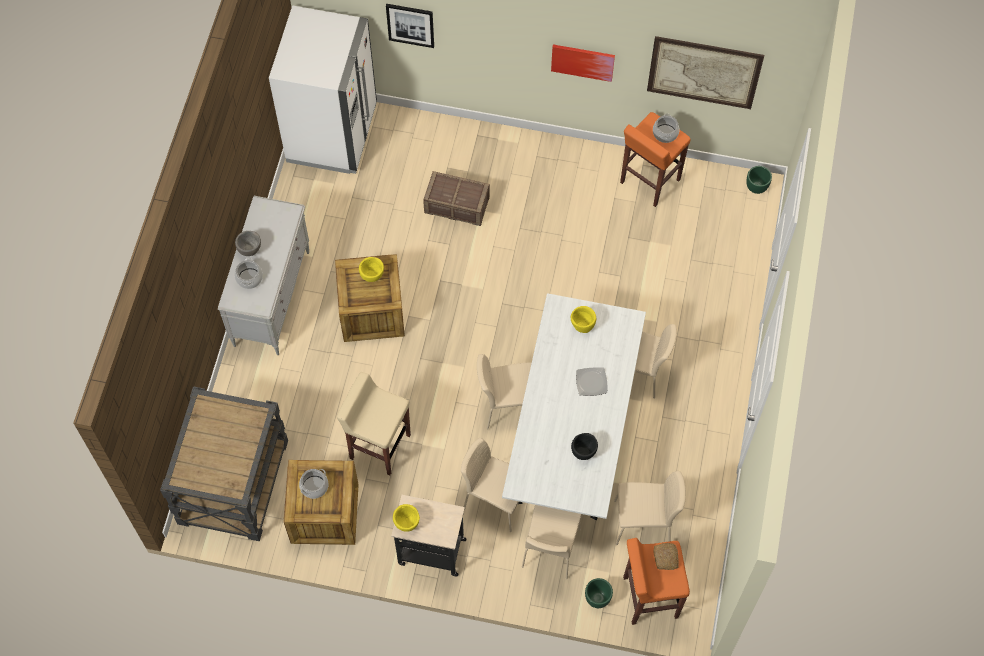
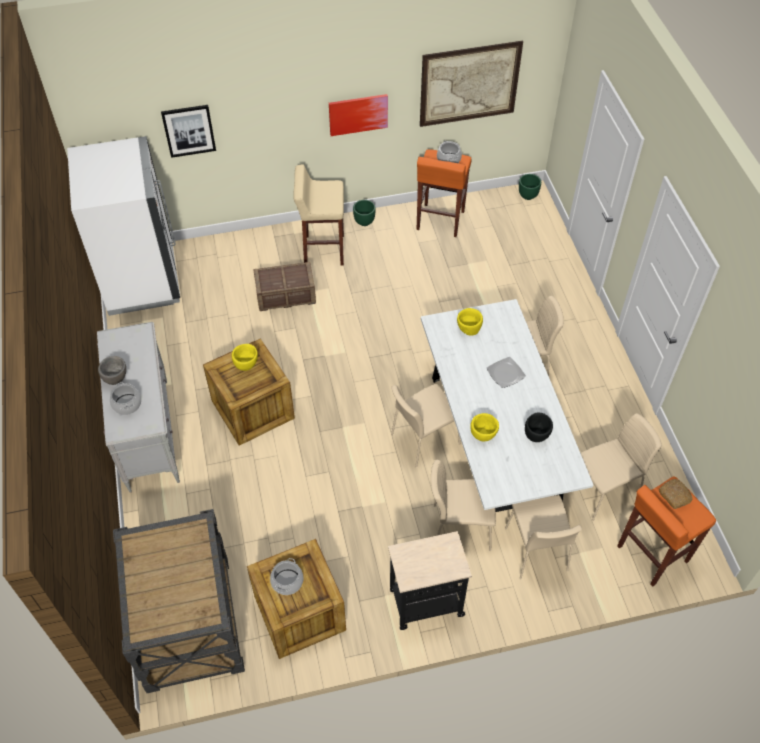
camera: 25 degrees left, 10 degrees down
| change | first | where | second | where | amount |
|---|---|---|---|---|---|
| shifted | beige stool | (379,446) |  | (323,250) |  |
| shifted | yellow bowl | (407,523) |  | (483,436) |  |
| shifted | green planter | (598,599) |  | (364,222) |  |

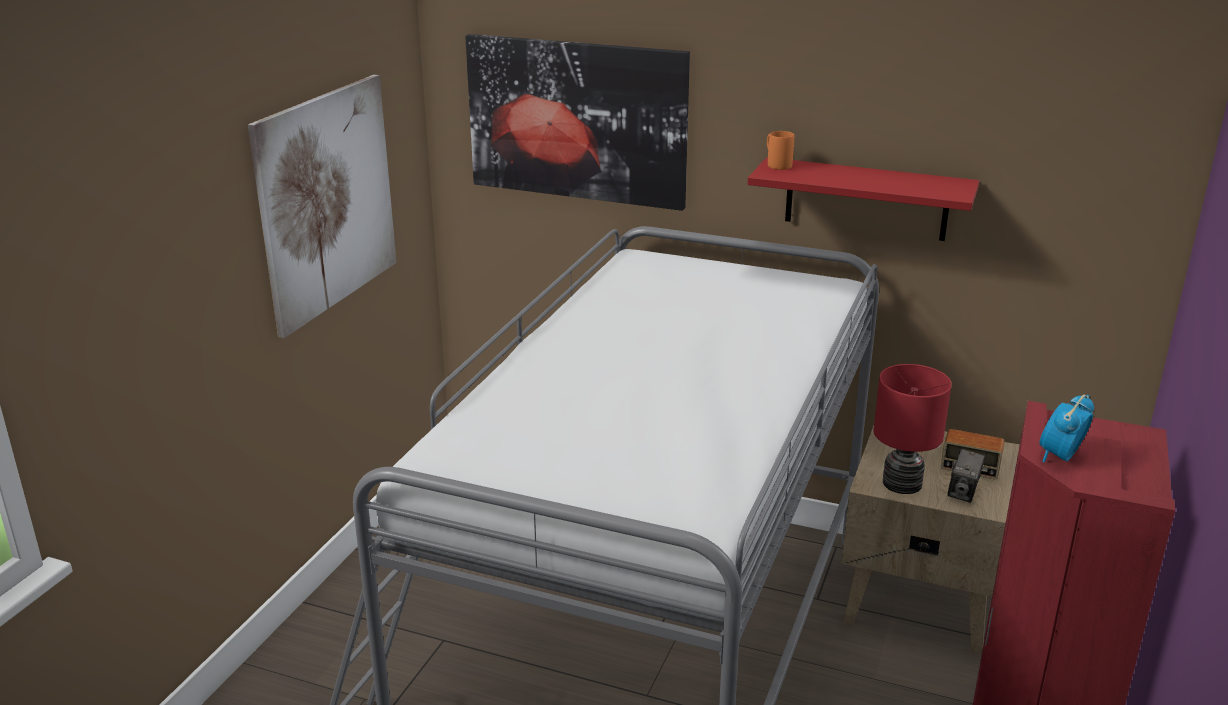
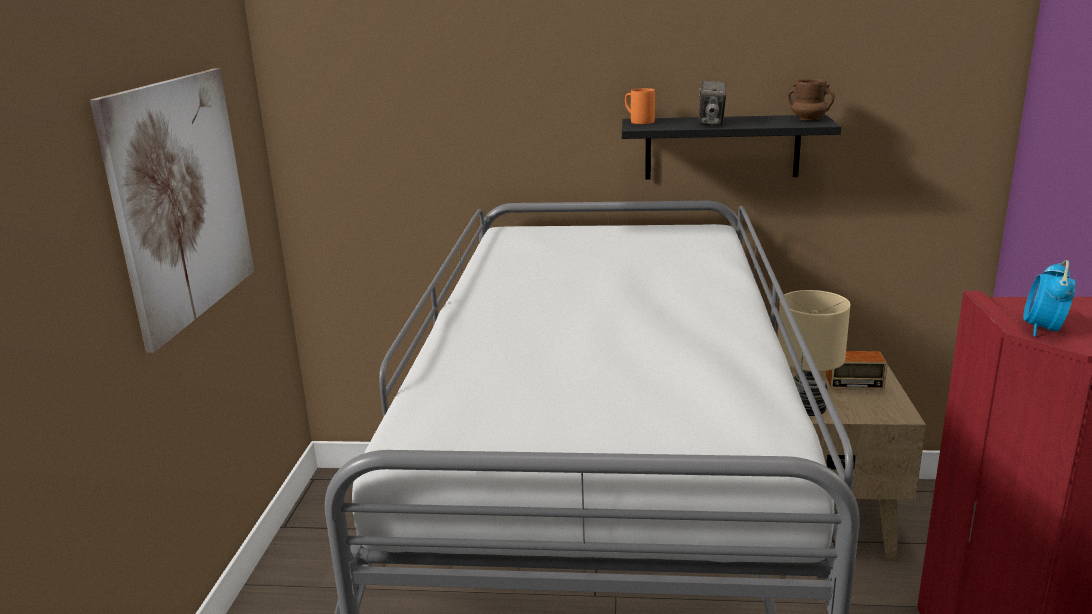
camera: 15 degrees left, 5 degrees down
| change | first | where | second | where | amount |
|---|---|---|---|---|---|
| gone | picture | (577,120) |  |  |  |
| repainted | red shelf | (866,199) | black shelf | (722,147) |  |
| repainted | red table lamp | (902,484) | beige table lamp | (806,407) |  |
| shifted | photo camera | (963,493) |  | (711,123) |  |
| new |  |  | brown mug | (809,119) |  |

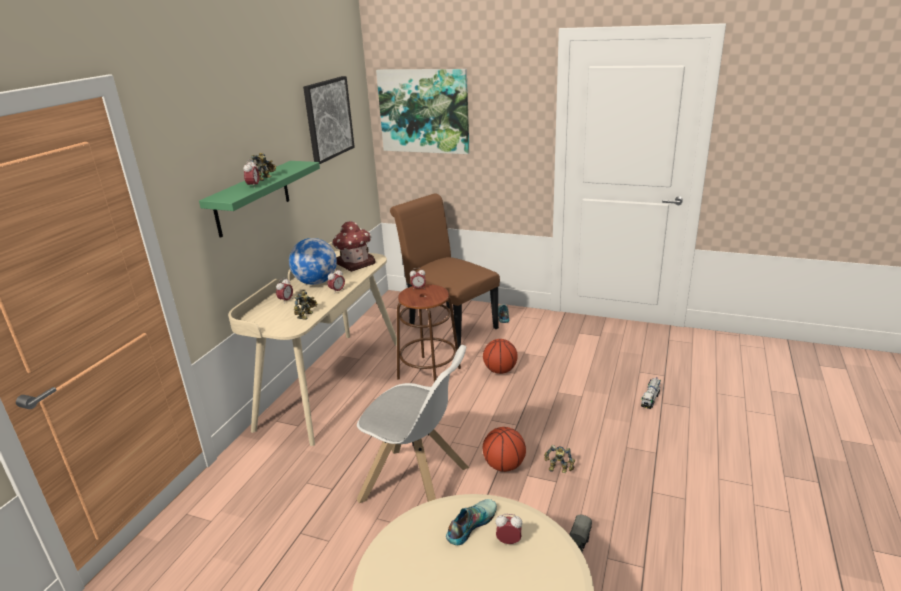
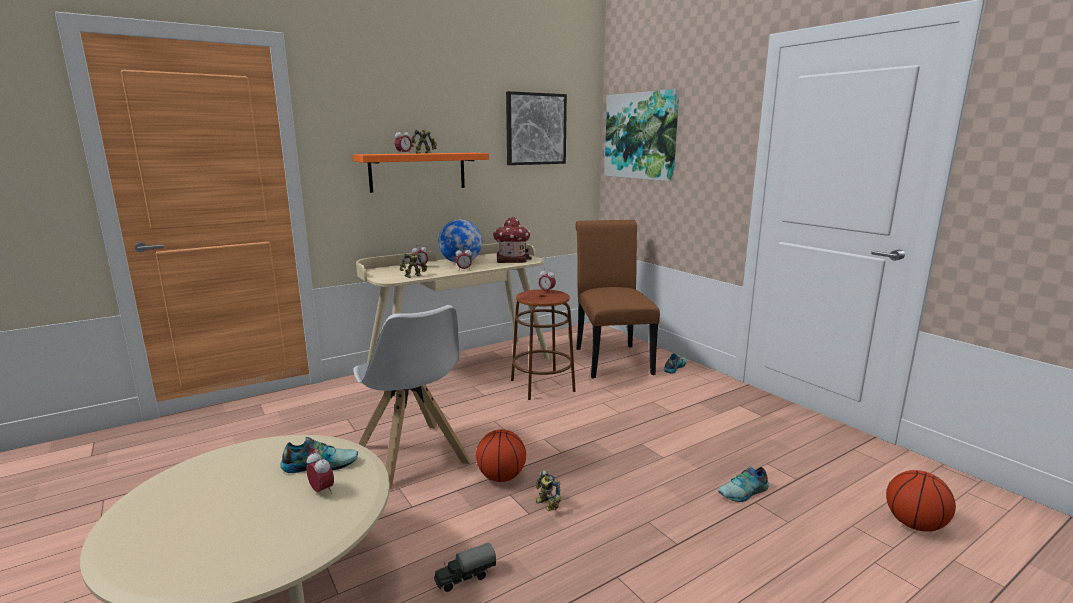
camera: 35 degrees right, 10 degrees down
| change | first | where | second | where | amount |
|---|---|---|---|---|---|
| repainted | green shelf | (252,198) | orange shelf | (418,171) |  |
| shifted | basketball | (500,370) |  | (914,524) |  |
| swapped | toy truck | (650,399) | shoe | (744,492) |  |

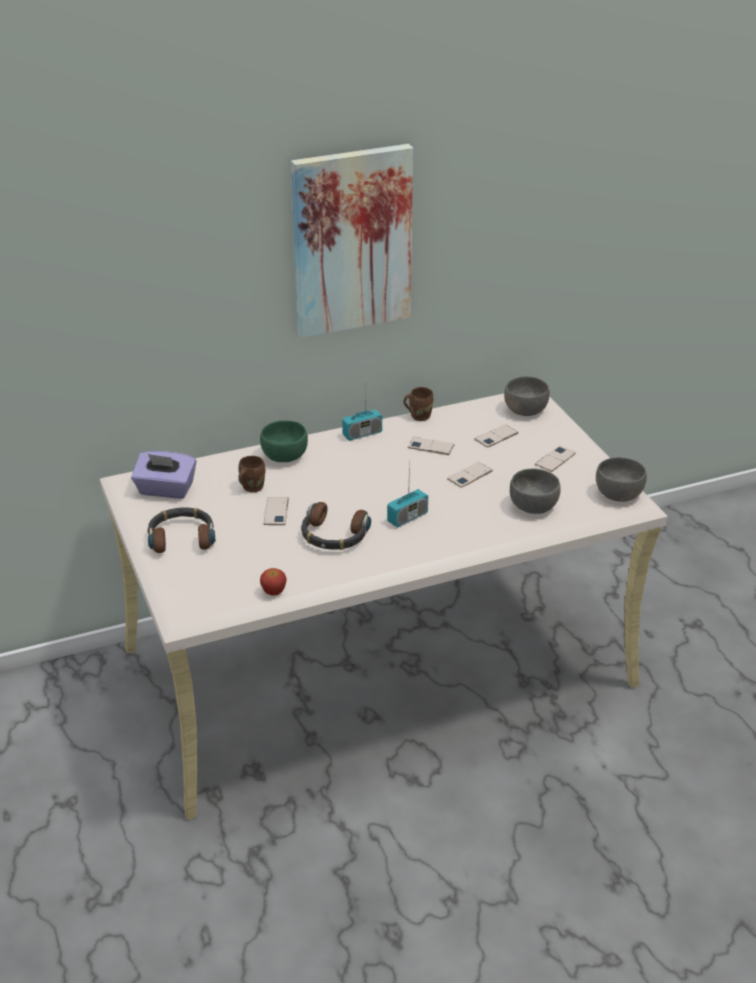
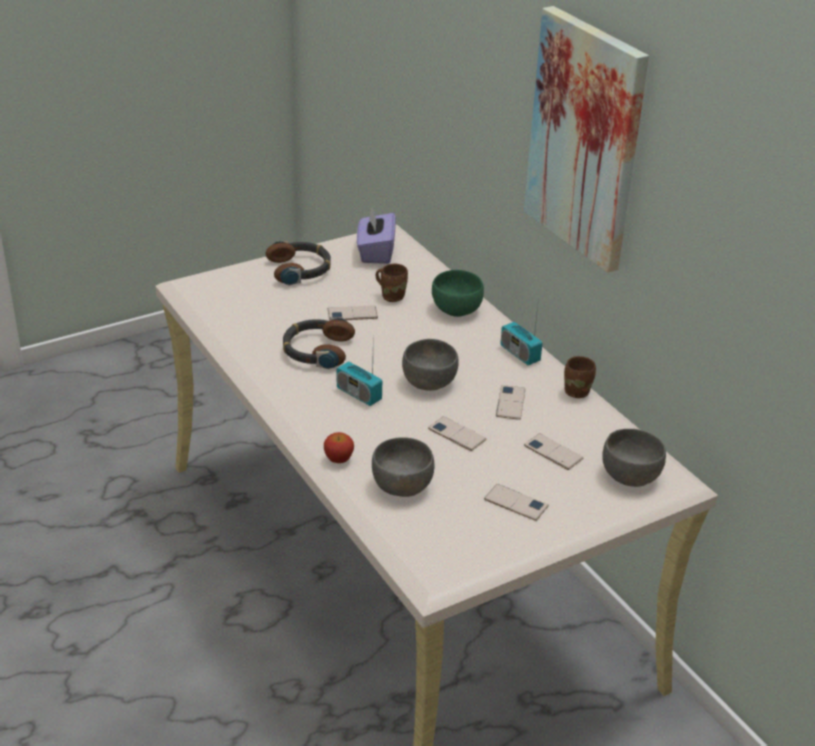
camera: 80 degrees right, 0 degrees up
| change | first | where | second | where | amount |
|---|---|---|---|---|---|
| shifted | grey bowl | (618,494) |  | (429,381) |  |
| shifted | apple | (273,592) |  | (338,459) |  |

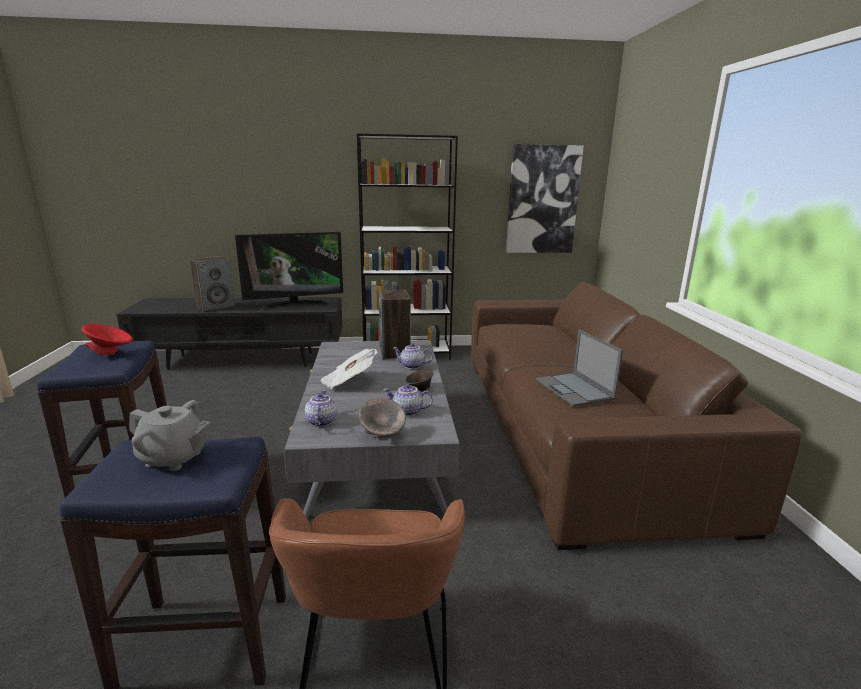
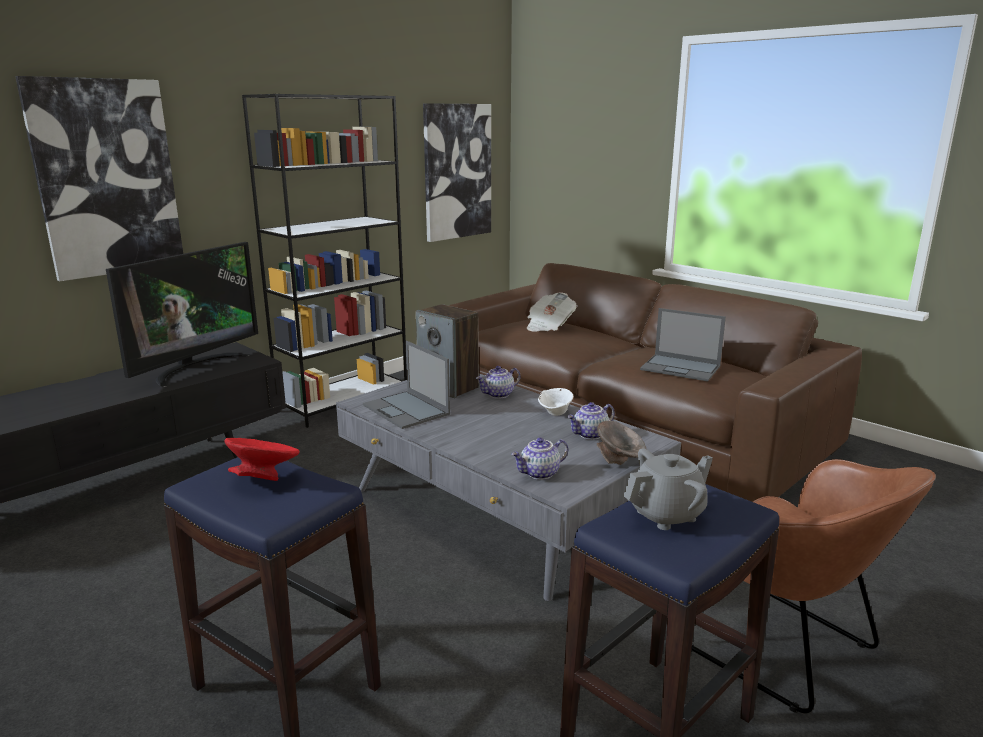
camera: 40 degrees left, 0 degrees up
| change | first | where | second | where | amount |
|---|---|---|---|---|---|
| gone | speaker | (216,306) |  |  |  |
| shifted | newspaper | (348,382) |  | (548,326) |  |
| repainted | brown bowl | (419,389) | white bowl | (555,413) |  |
| rotated | teapot | (320,421) |  | (540,474) | 75 degrees counterclockwise |
| new |  |  | picture | (106,178) |  |
| new |  |  | laptop | (407,410) |  |

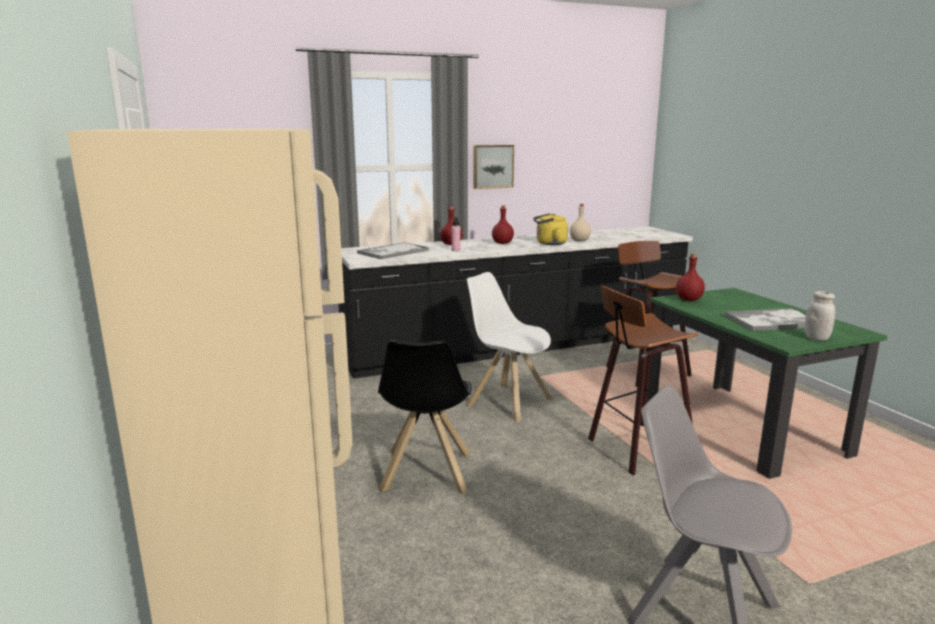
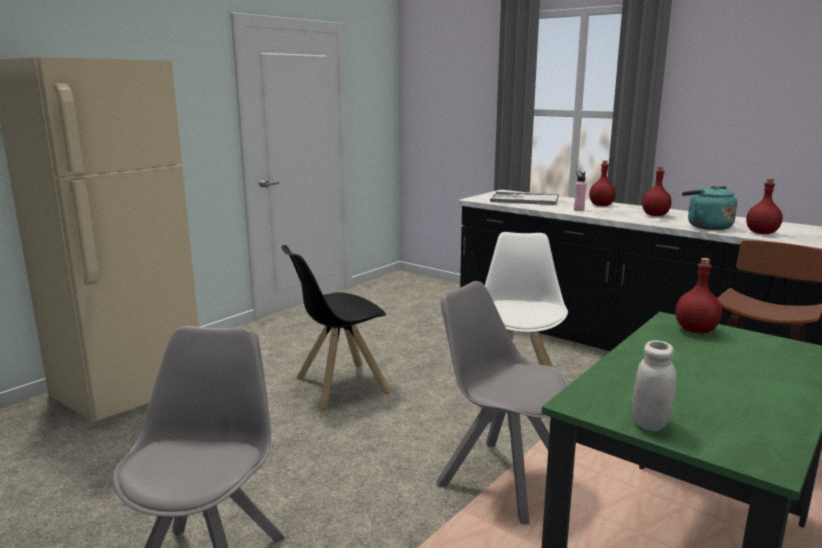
camera: 60 degrees right, 0 degrees up
| change | first | where | second | where | amount |
|---|---|---|---|---|---|
| gone | picture | (492,166) |  |  |  |
| repainted | beige bottle | (579,241) | red bottle | (761,233) |  |
| repainted | yellow kettle | (549,243) | turquoise kettle | (706,226) |  |
| swapped | stool | (636,450) | grey chair | (501,478) |  |
| gone | tray | (774,321) |  |  |  |

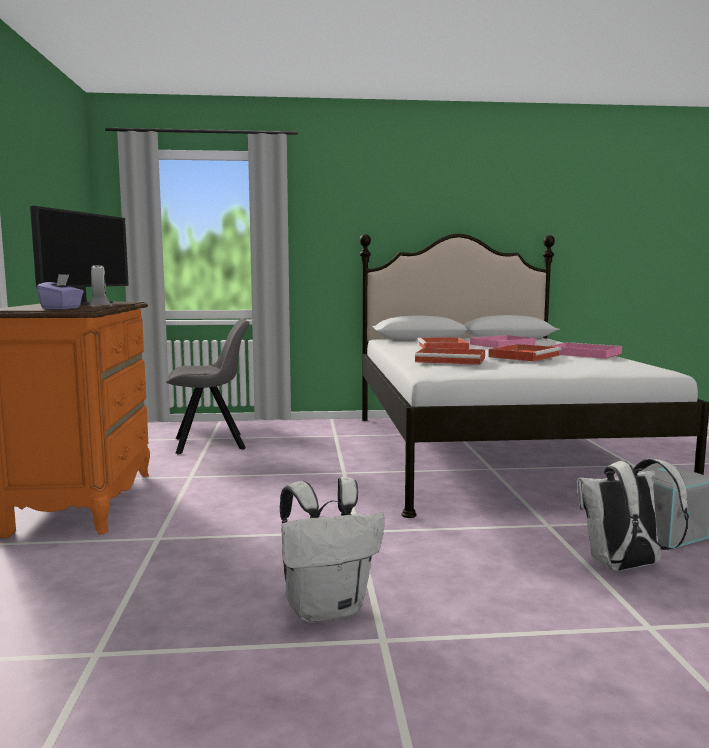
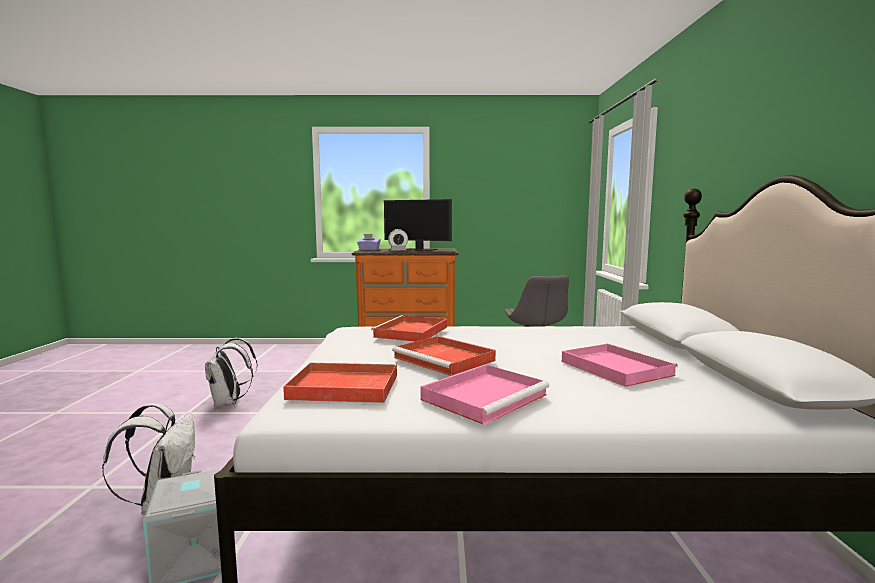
camera: 95 degrees right, 0 degrees up
| change | first | where | second | where | amount |
|---|---|---|---|---|---|
| shifted | red tray | (443,347) |  | (342,387) |  |

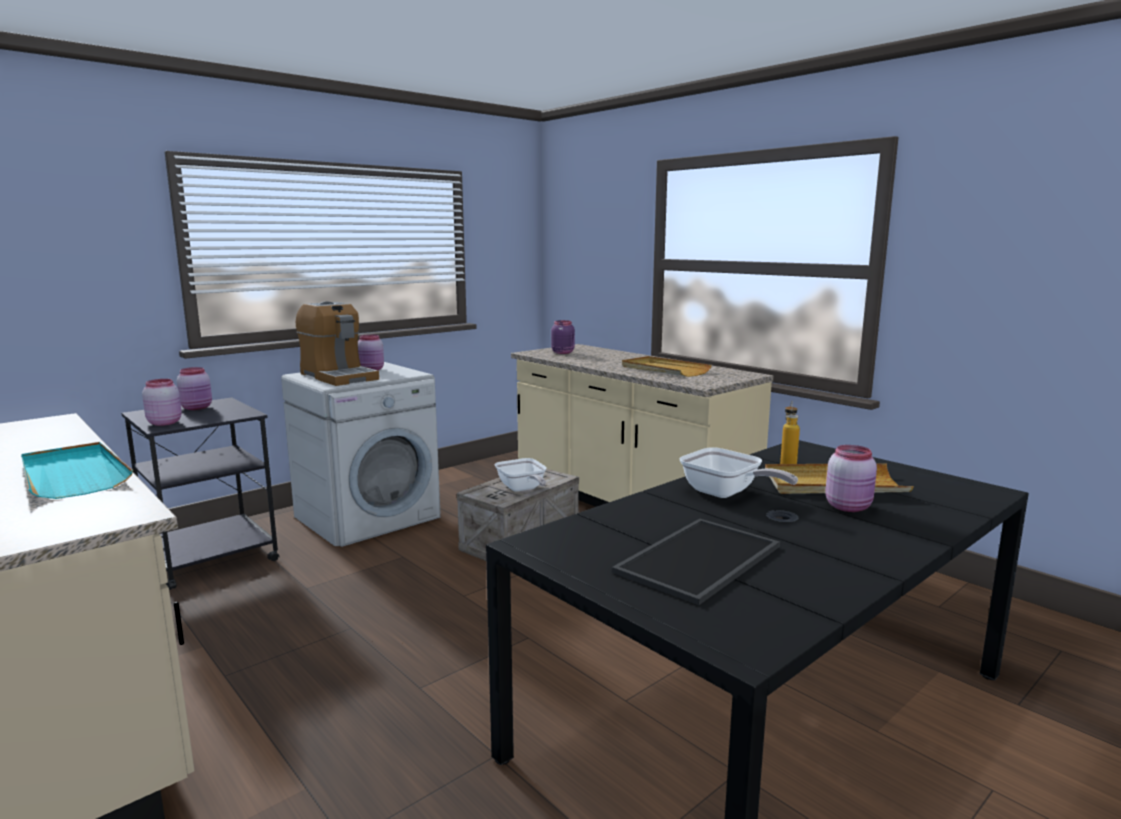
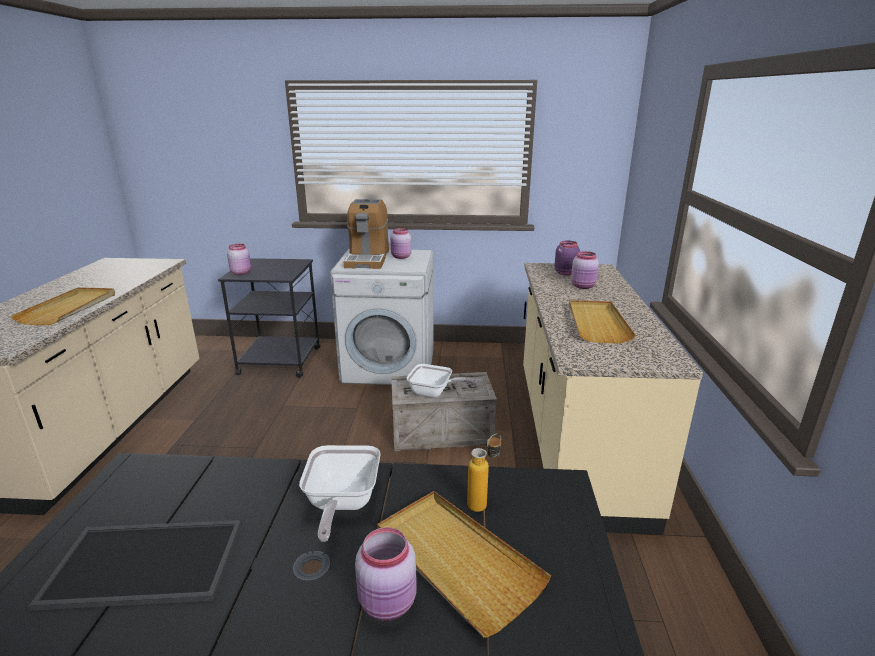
camera: 45 degrees right, 10 degrees up
| change | first | where | second | where | amount |
|---|---|---|---|---|---|
| shifted | pink jar | (197,408) |  | (583,286) |  |
| repainted | turquoise tray | (73,475) | beige tray | (69,308) |  |
| rotated | frying pan | (522,489) |  | (434,393) | 90 degrees counterclockwise |

